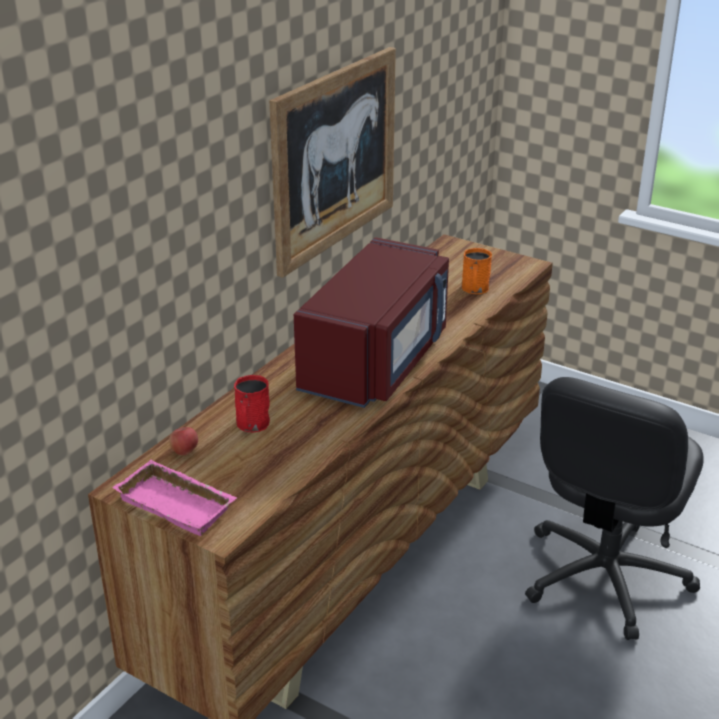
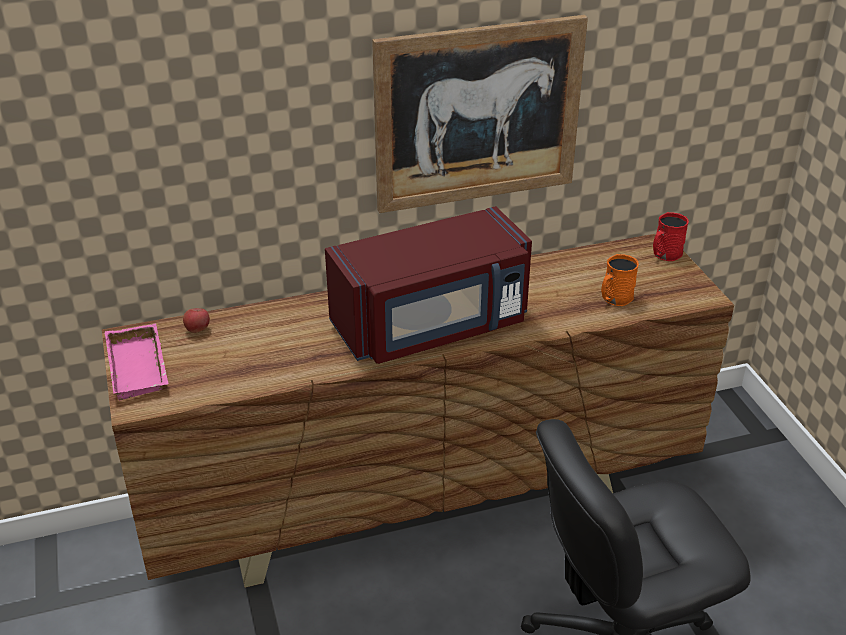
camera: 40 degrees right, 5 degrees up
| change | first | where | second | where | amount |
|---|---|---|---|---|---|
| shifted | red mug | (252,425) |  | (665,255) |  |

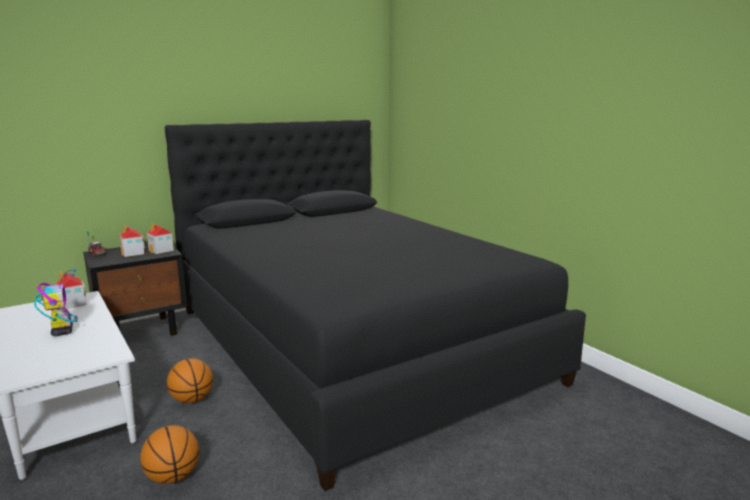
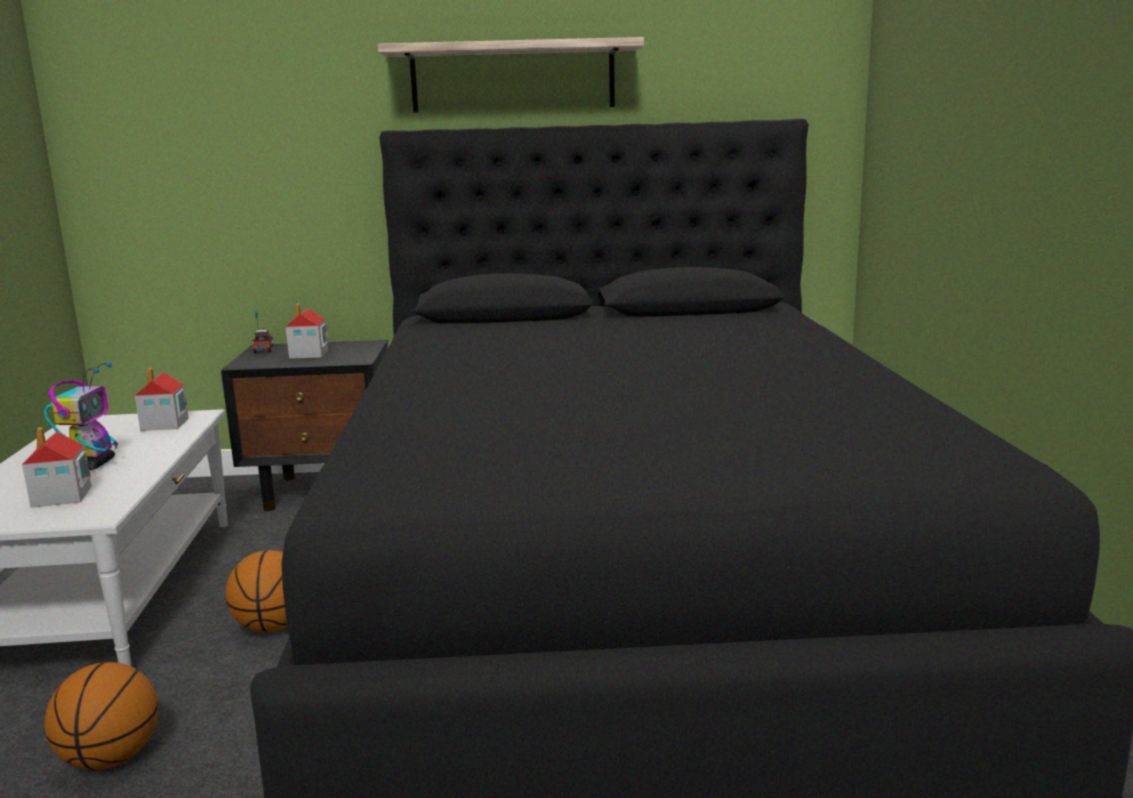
camera: 30 degrees right, 0 degrees up
| change | first | where | second | where | amount |
|---|---|---|---|---|---|
| shifted | toy house | (161,250) |  | (61,497) |  |
| new |  |  | shelf | (513,77) |  |

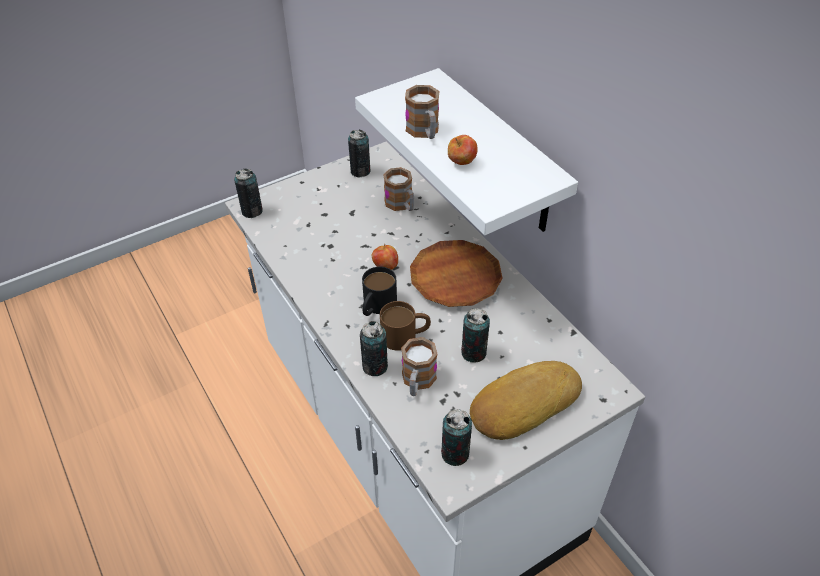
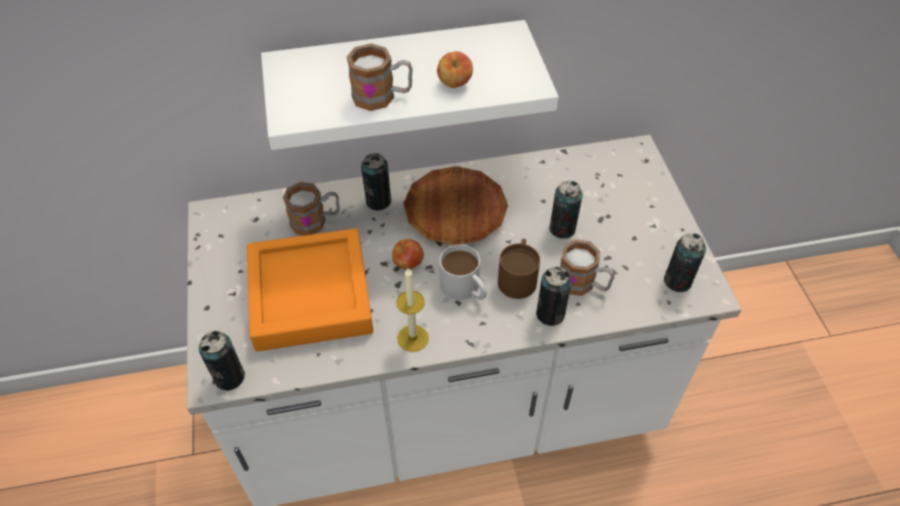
camera: 70 degrees left, 5 degrees up
| change | first | where | second | where | amount |
|---|---|---|---|---|---|
| shifted | can | (360,171) |  | (378,201) |  |
| repainted | black mug | (376,306) | white mug | (465,289) |  |
| gone | bread | (522,403) |  |  |  |
| new |  |  | orange tray | (310,295) |  |
| new |  |  | candle | (413,338) |  |

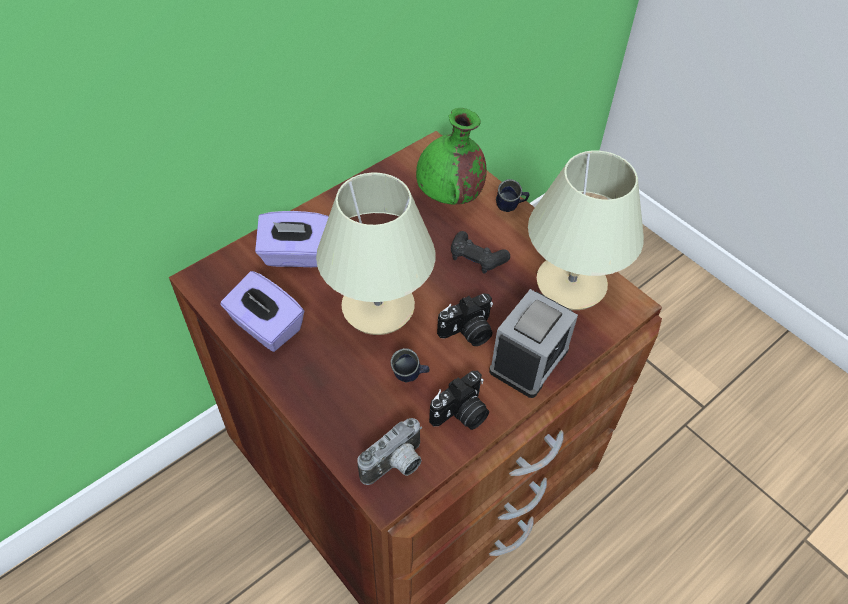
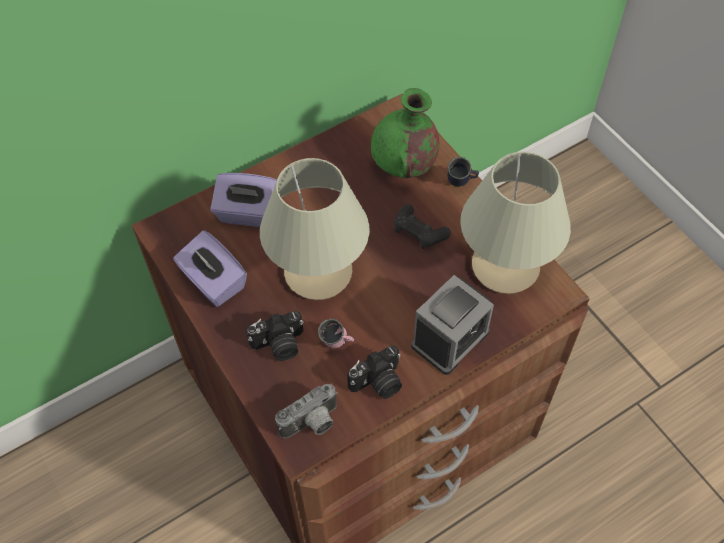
camera: 10 degrees right, 5 degrees up
| change | first | where | second | where | amount |
|---|---|---|---|---|---|
| shifted | photo camera | (468,332) |  | (279,345) |  |
| repainted | blue mug | (410,378) | pink mug | (337,344) |  |

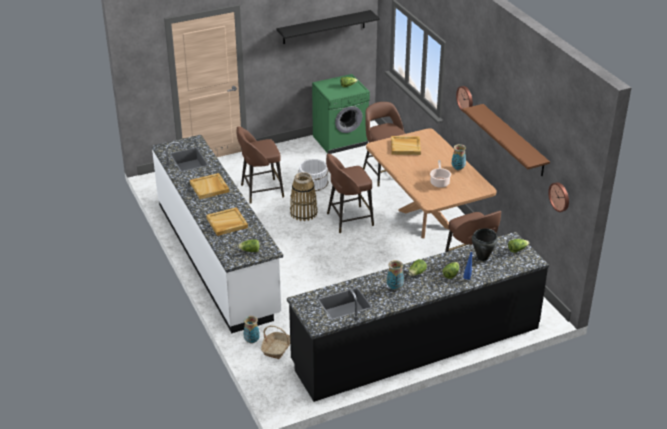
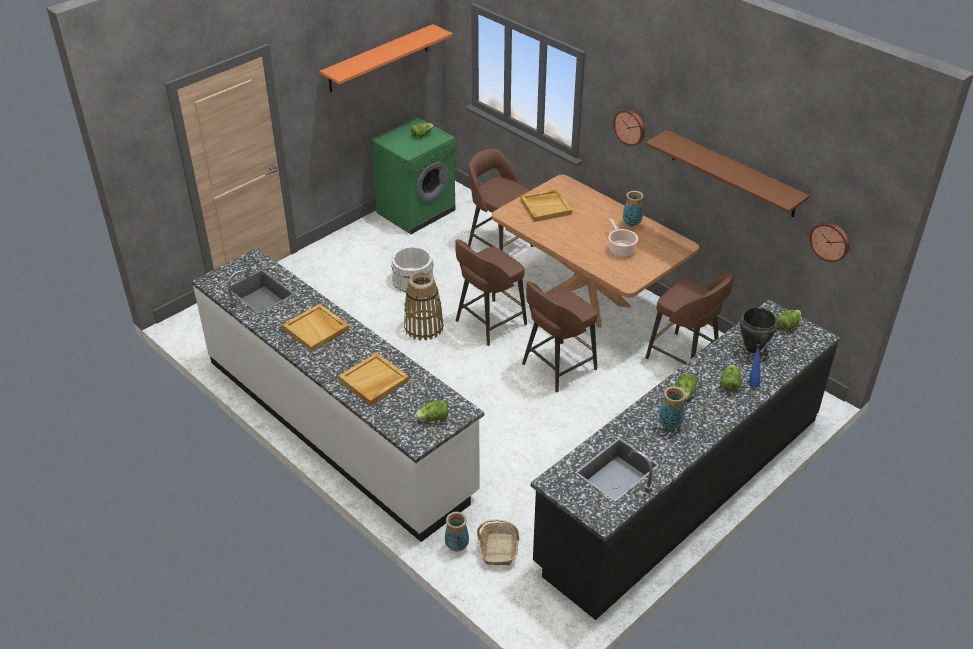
camera: 20 degrees left, 5 degrees up
| change | first | where | second | where | amount |
|---|---|---|---|---|---|
| repainted | black shelf | (324,27) | orange shelf | (379,58) |  |
| shifted | brown stool | (260,191) |  | (557,367) |  |

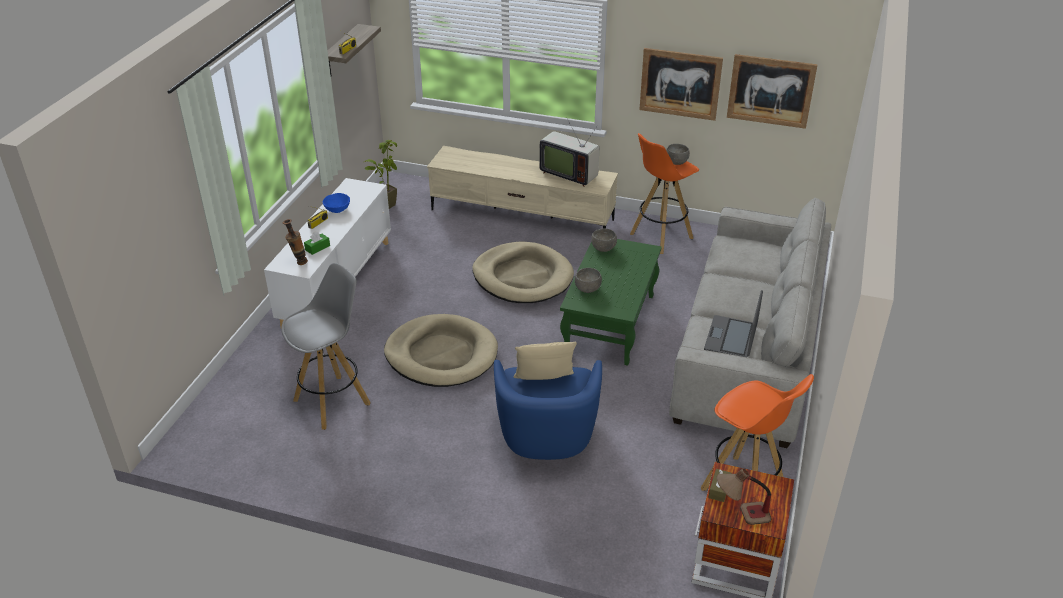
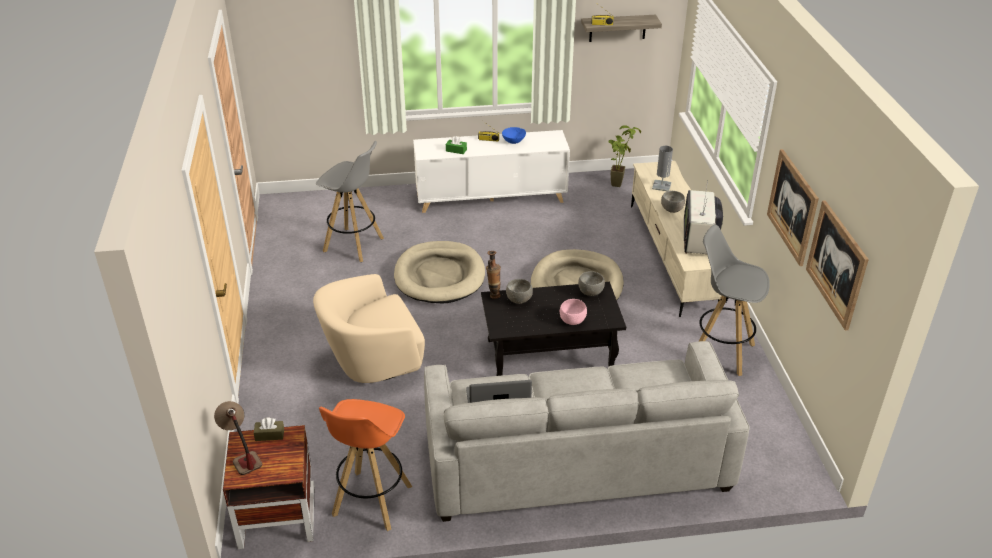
camera: 65 degrees right, 0 degrees up
| change | first | where | second | where | amount |
|---|---|---|---|---|---|
| repainted | orange stool | (660,236) | grey stool | (721,351) |  |
| shifted | grey bowl | (677,163) |  | (672,210) |  |
| shifted | vase | (298,262) |  | (493,294) |  |
| repainted | green coffee table | (609,324) | black coffee table | (548,356) |  |
| gone | beige pillow | (544,380) |  |  |  |
| repainted | blue armchair | (547,437) | beige armchair | (373,361) |  |
| new |  |  | grey table lamp | (661,186) |  |
| new |  |  | pink bowl | (572,320) |  |

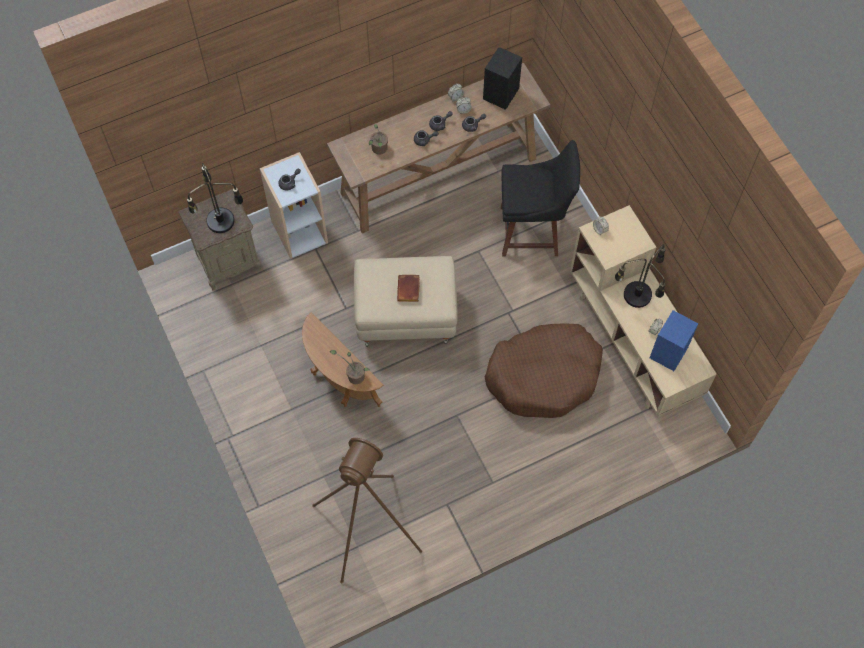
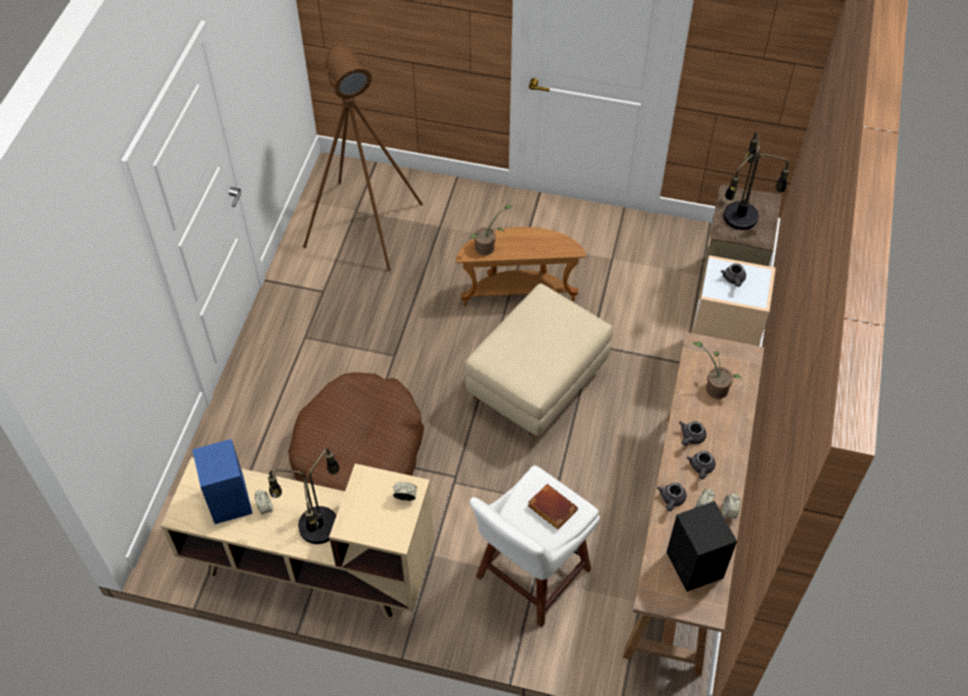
camera: 130 degrees right, 10 degrees down
| change | first | where | second | where | amount |
|---|---|---|---|---|---|
| repainted | black stool | (533,231) | white stool | (529,576) |  |
| shifted | brown book | (409,290) |  | (550,509) |  |

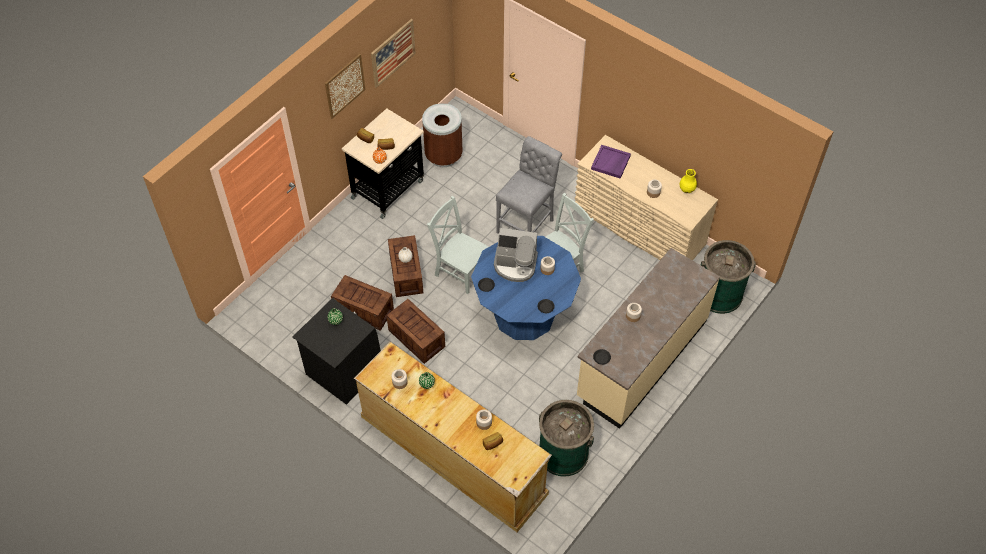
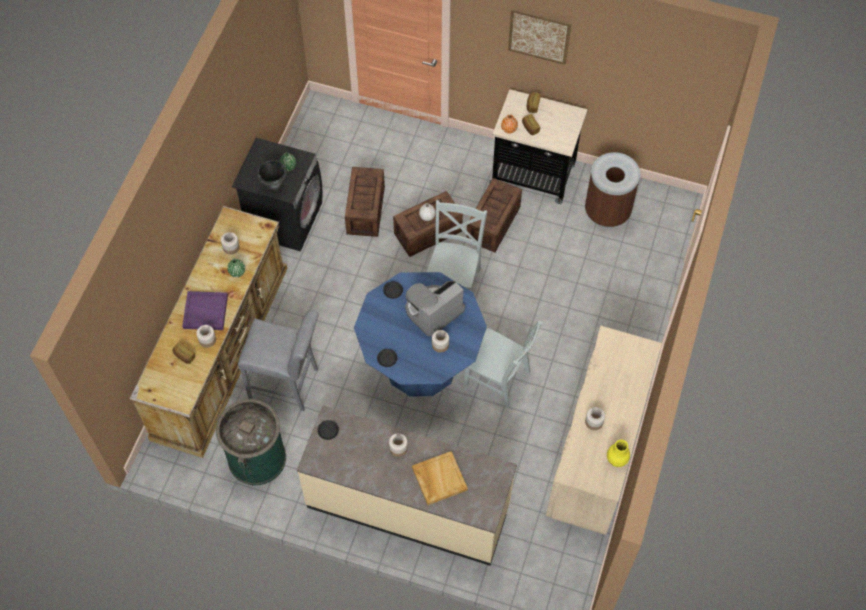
camera: 70 degrees right, 5 degrees up
| change | first | where | second | where | amount |
|---|---|---|---|---|---|
| gone | picture | (393,52) |  |  |  |
| shifted | grey stool | (527,224) |  | (287,384) |  |
| shifted | purple tray | (610,163) |  | (205,312) |  |
| rotated | coffee machine | (515,265) |  | (433,311) | 60 degrees clockwise |
| gone | green trash can | (719,294) |  |  |  |
| shifted | crate | (417,338) |  | (493,224) |  |
| new |  |  | black cooking pot | (275,188) |  |
| new |  |  | beige tray | (439,478) |  |

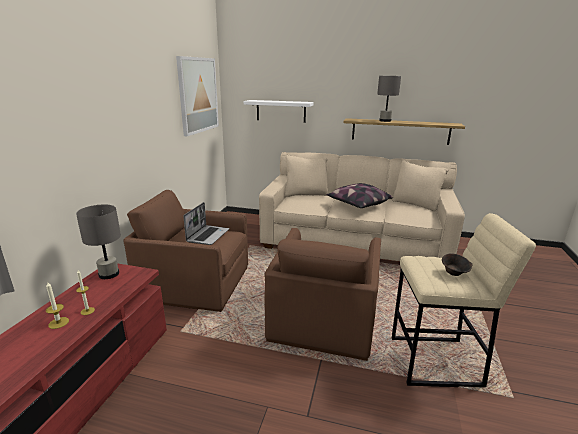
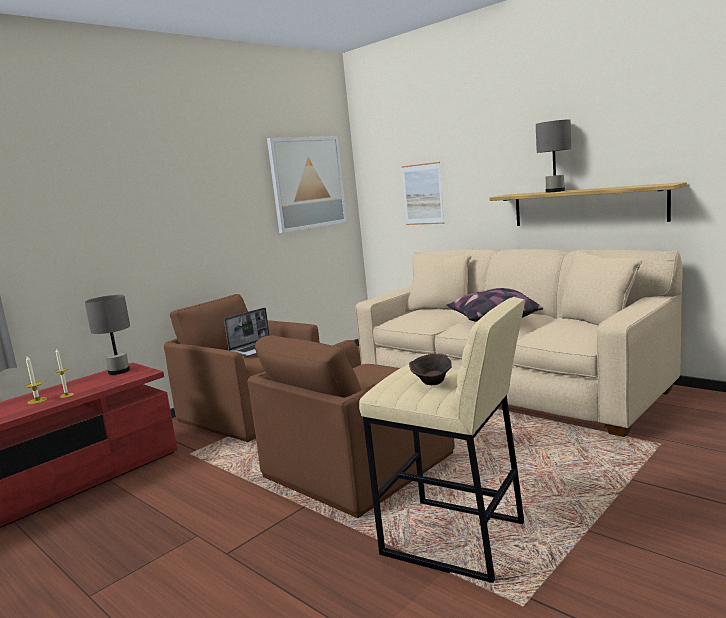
camera: 30 degrees right, 10 degrees down
| change | first | where | second | where | amount |
|---|---|---|---|---|---|
| swapped | white shelf | (281,111) | picture | (422,194) |  |

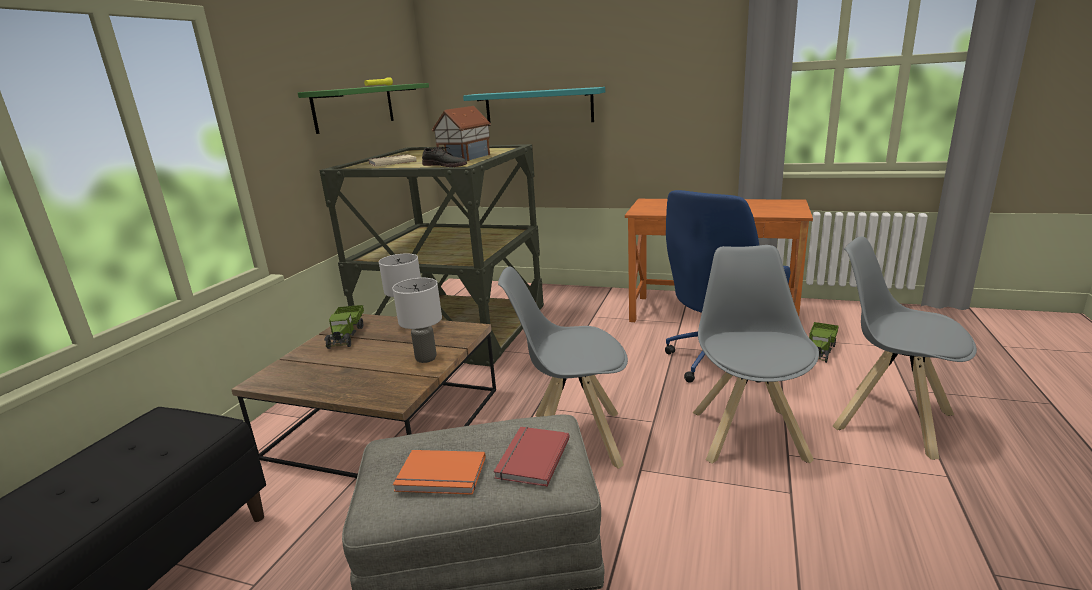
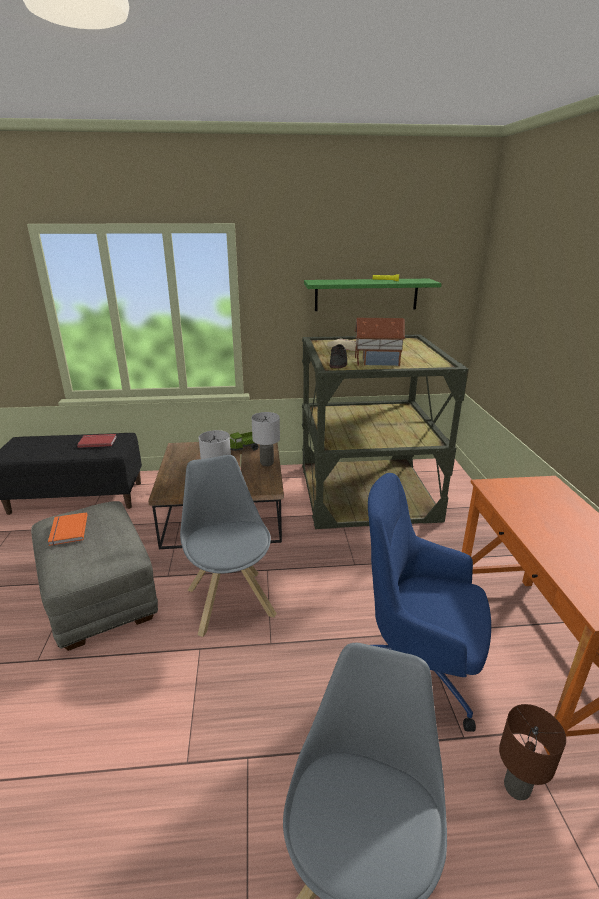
camera: 65 degrees right, 5 degrees up
| change | first | where | second | where | amount |
|---|---|---|---|---|---|
| gone | turquoise shelf | (538,107) |  |  |  |
| gone | grey chair | (748,433) |  |  |  |
| swapped | toy truck | (820,350) | brown table lamp | (518,790) |  |
| shifted | red book | (530,458) |  | (97,441) |  |

